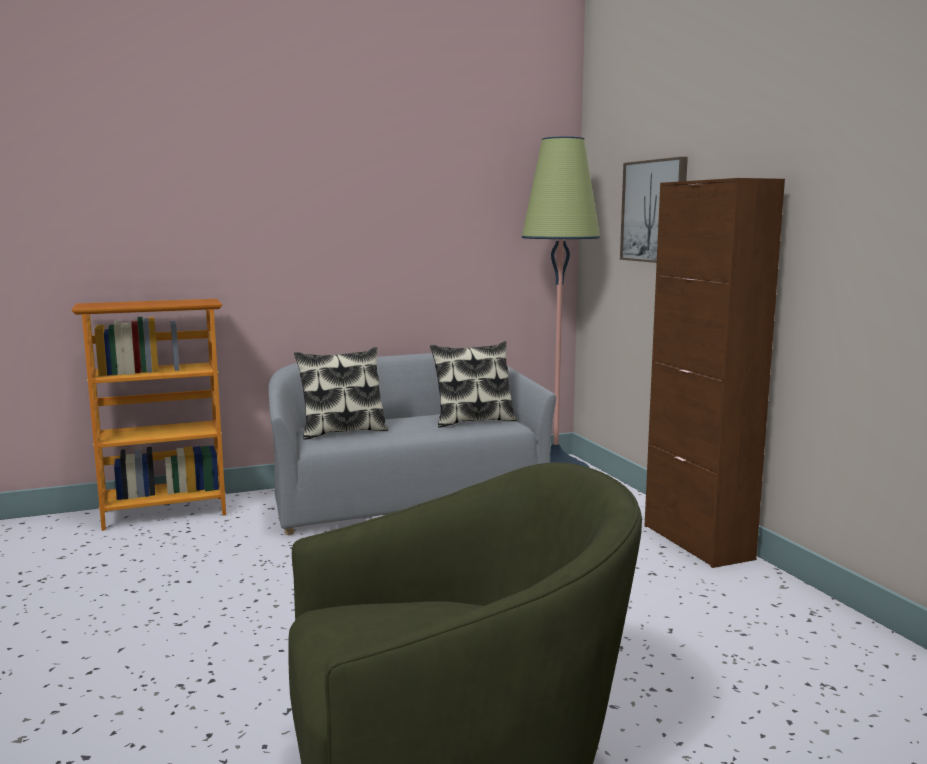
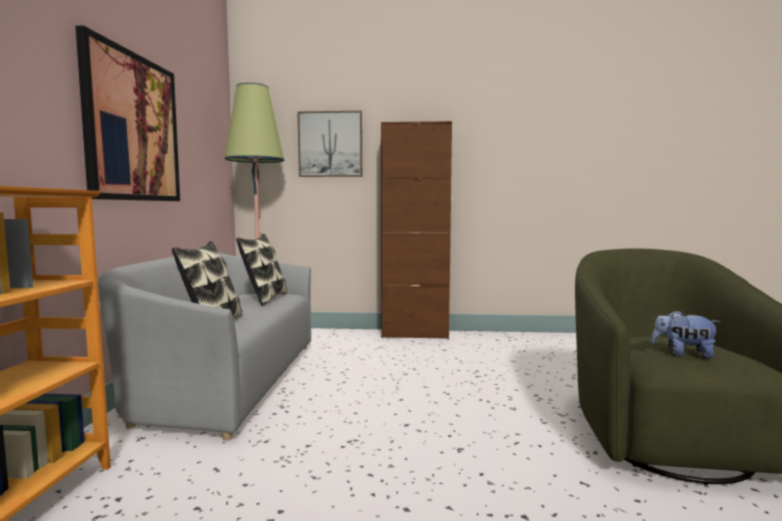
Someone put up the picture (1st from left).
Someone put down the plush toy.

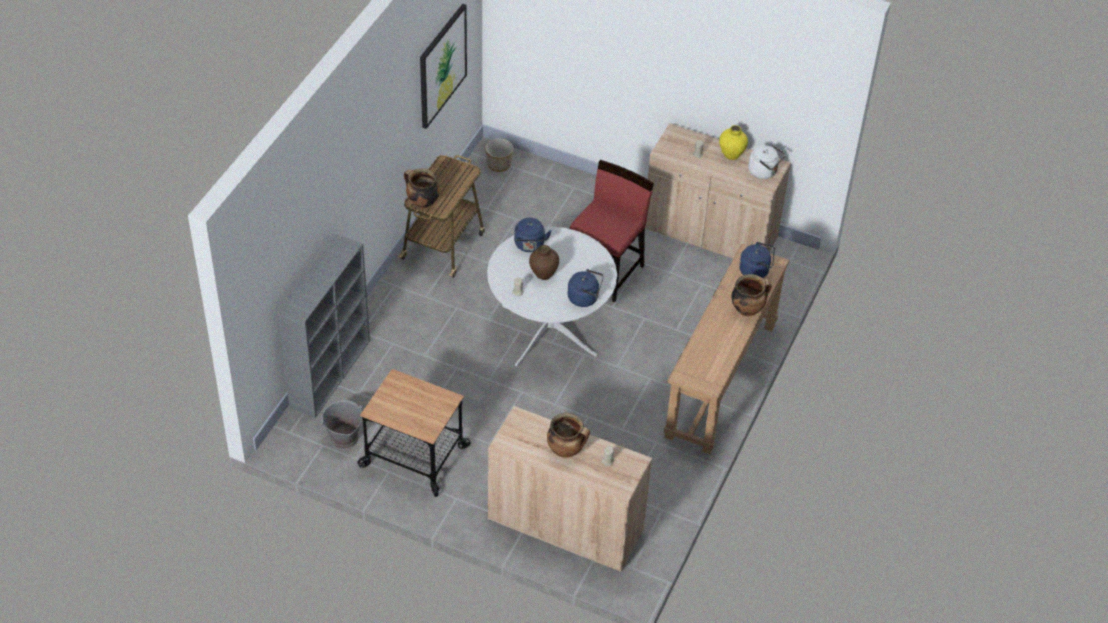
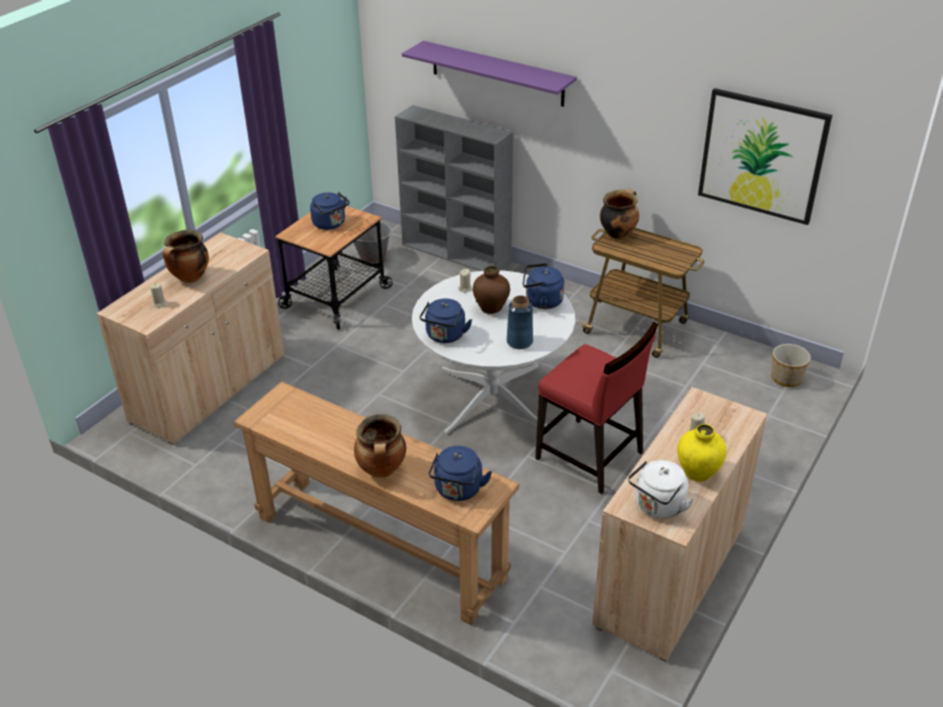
Someone put up the purple shelf.
Someone put down the blue kettle (1st from left).
Someone put down the blue vase.

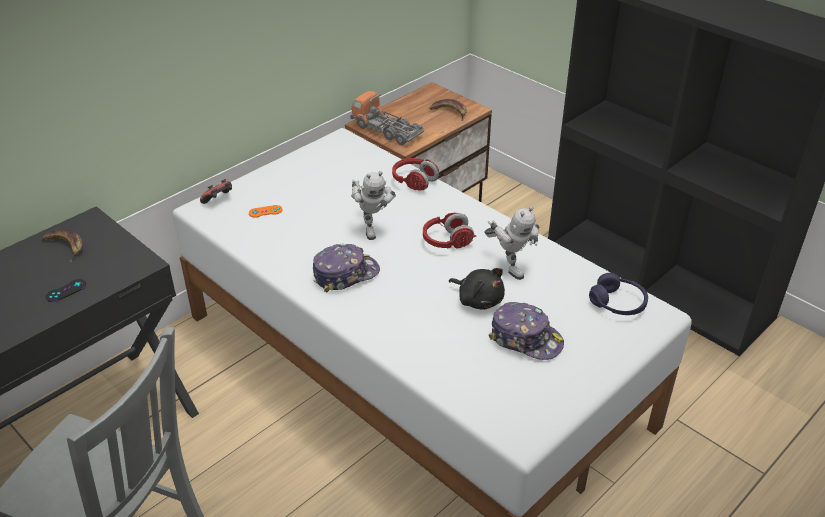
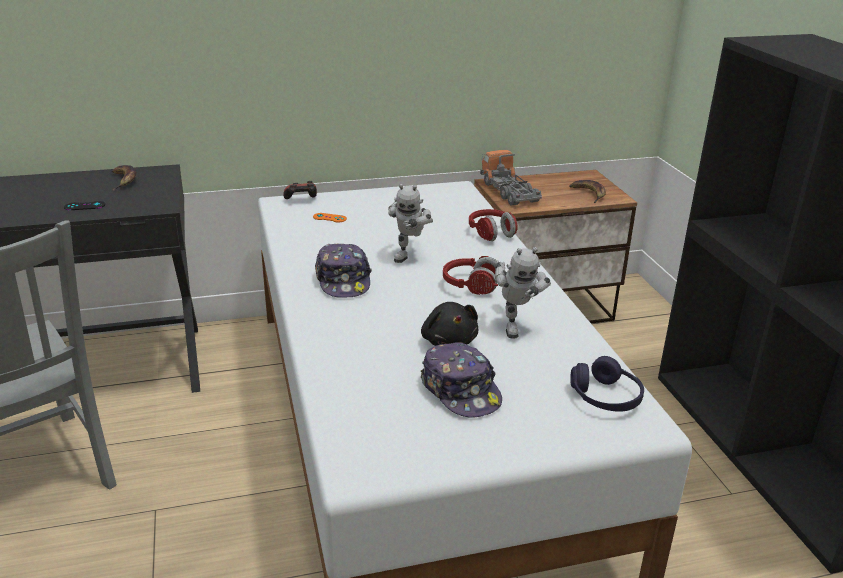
Someone rotated the cap (1st from left) by 75 degrees clockwise.

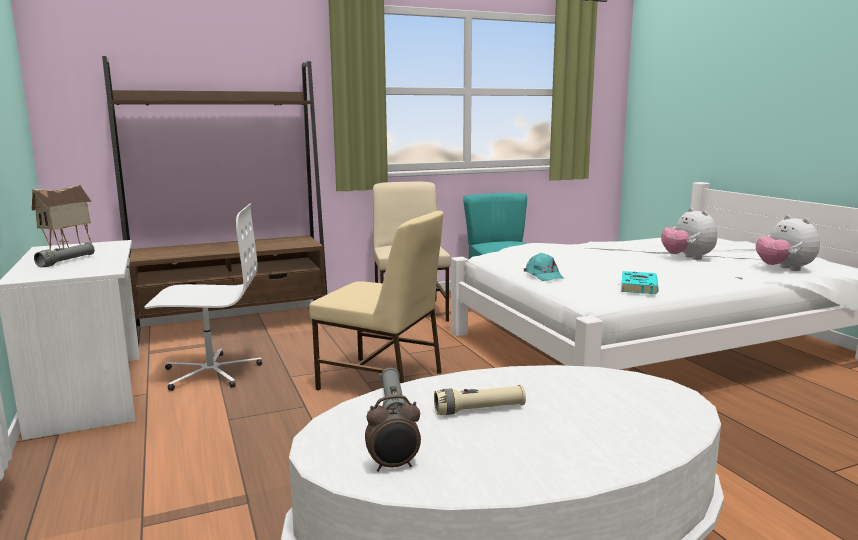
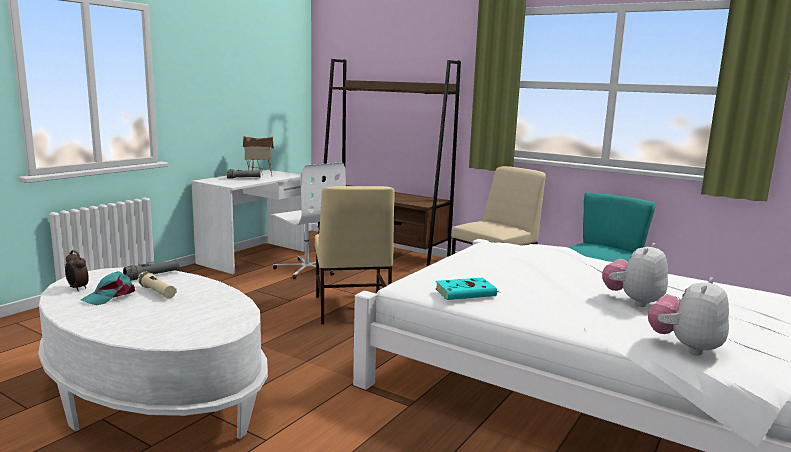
Someone carried the turquoise cap.

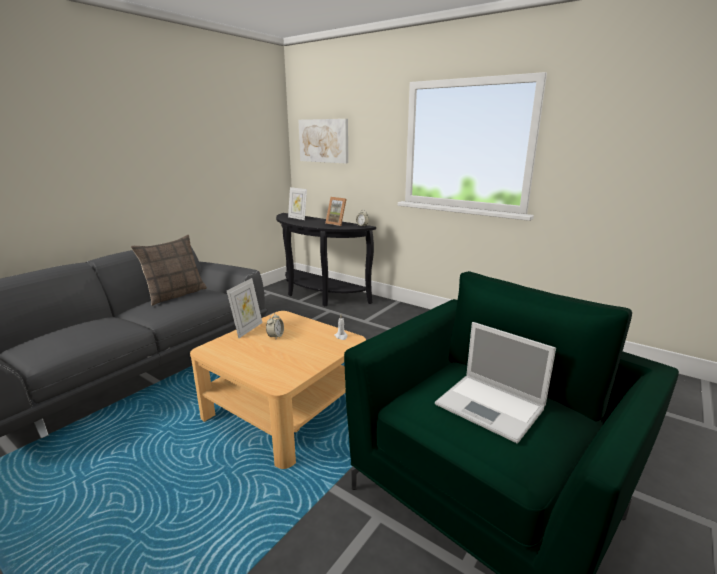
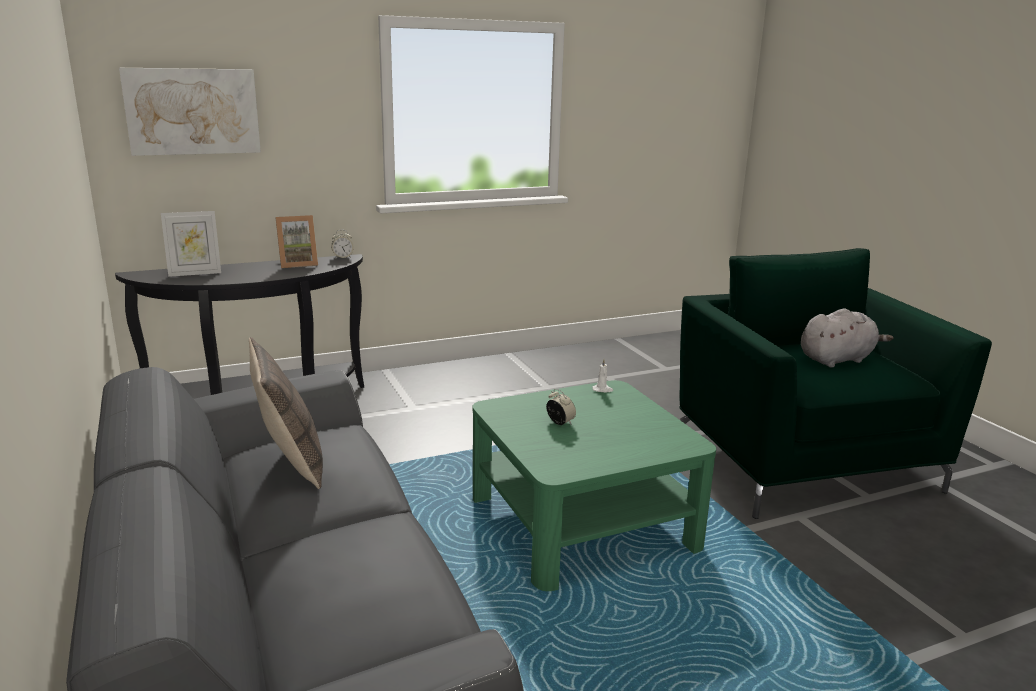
Someone took away the picture frame (1st from left).
Someone repainted the beige coffee table, which became the green coffee table.
Someone swapped the laptop for the grey plush toy.

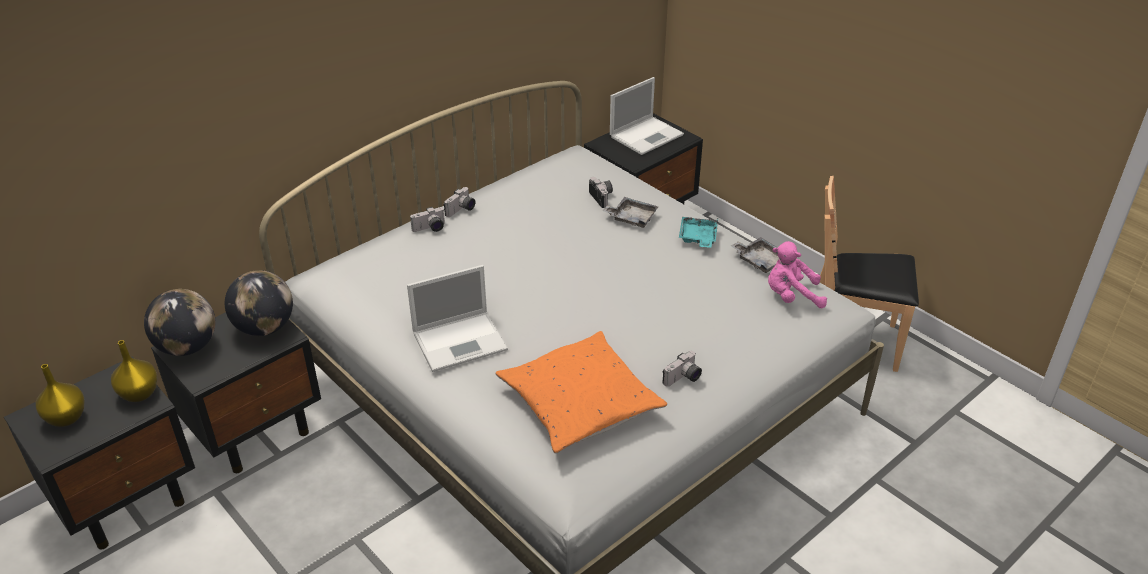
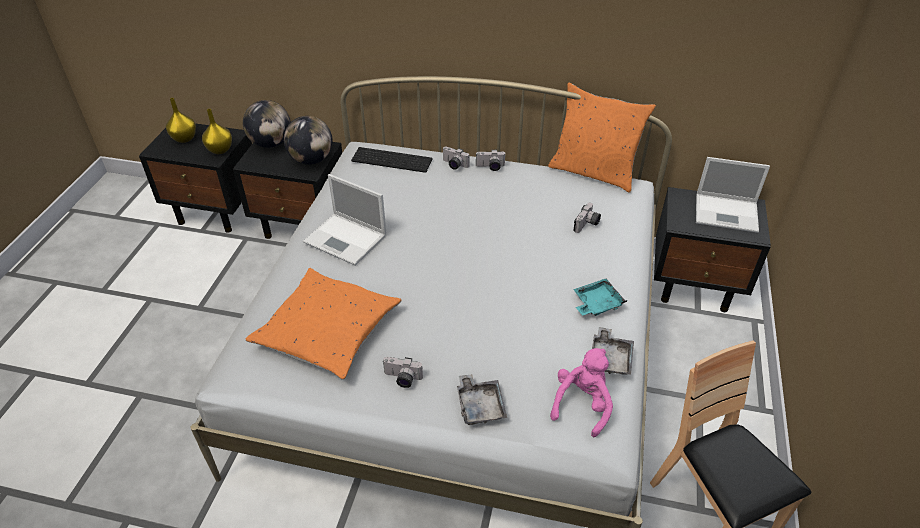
Someone carried the grey tray (1st from left).
Someone rotated the pink plush toy by 60 degrees clockwise.
Someone put down the orange pillow (2nd from left).
Someone put down the keyboard.

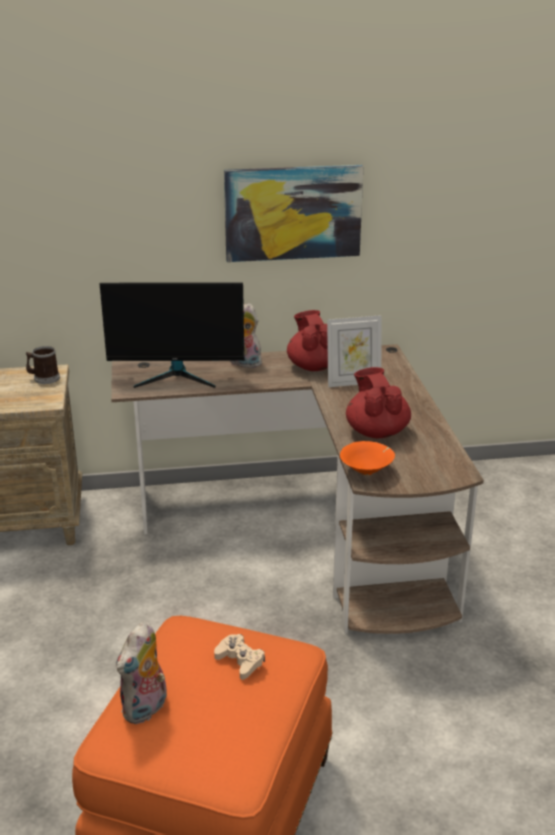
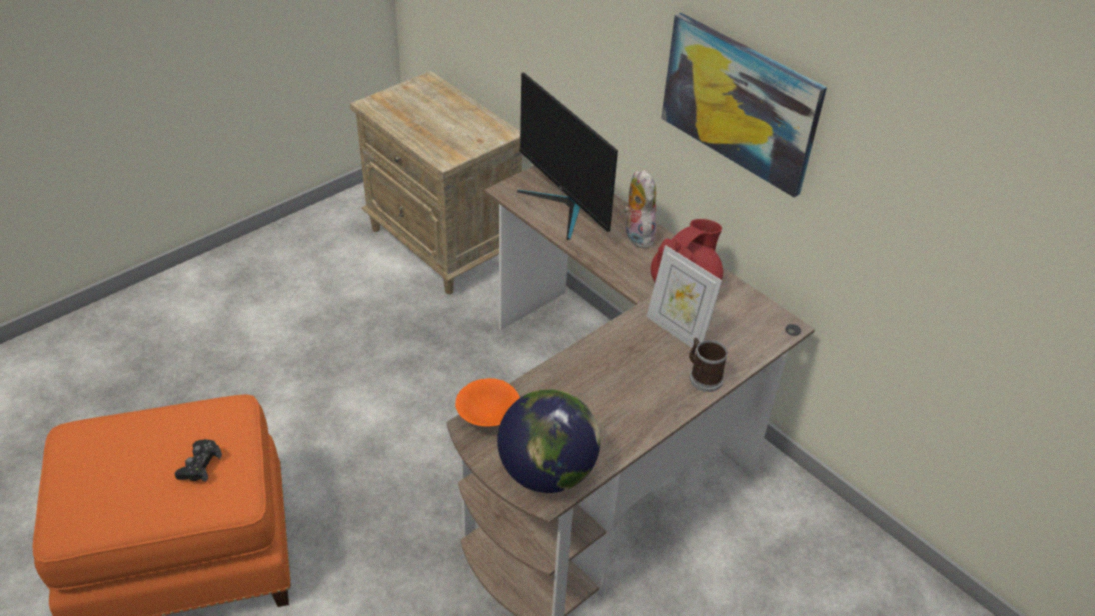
Someone carried the mug.
Someone took away the red teapot (2nd from left).
Someone took away the plush toy (1st from left).
Someone repainted the beige game controller, which became the black game controller.
Someone put down the globe.

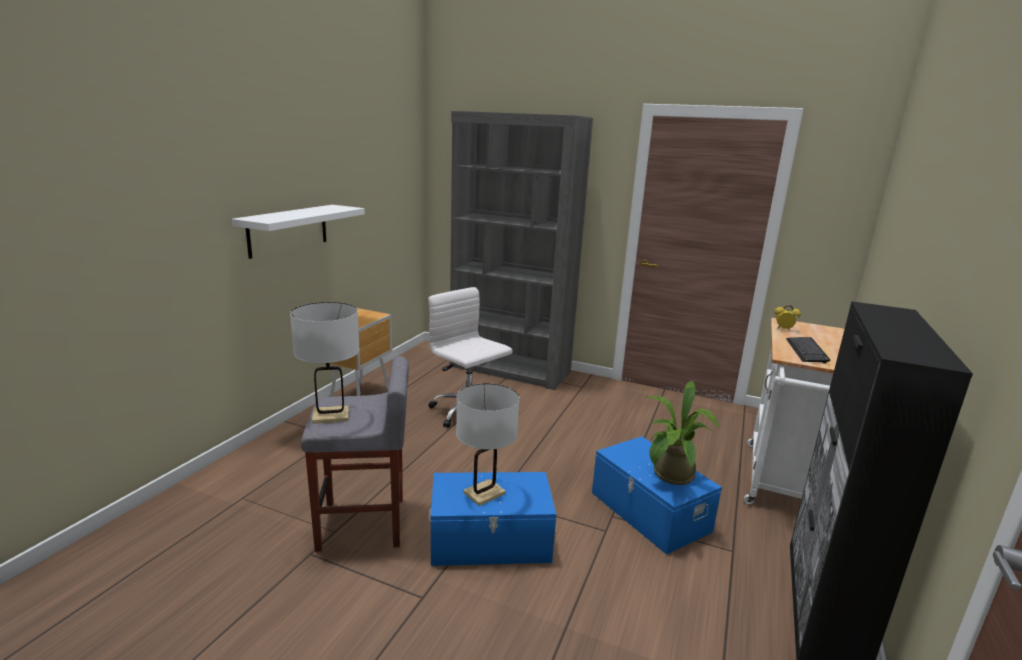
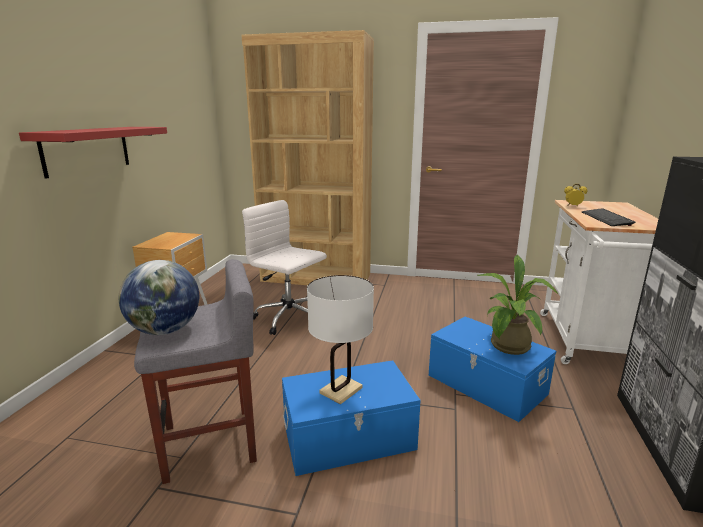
Someone repainted the grey bookcase, which became the brown bookcase.
Someone repainted the white shelf, which became the red shelf.
Someone swapped the white table lamp (1st from left) for the globe.

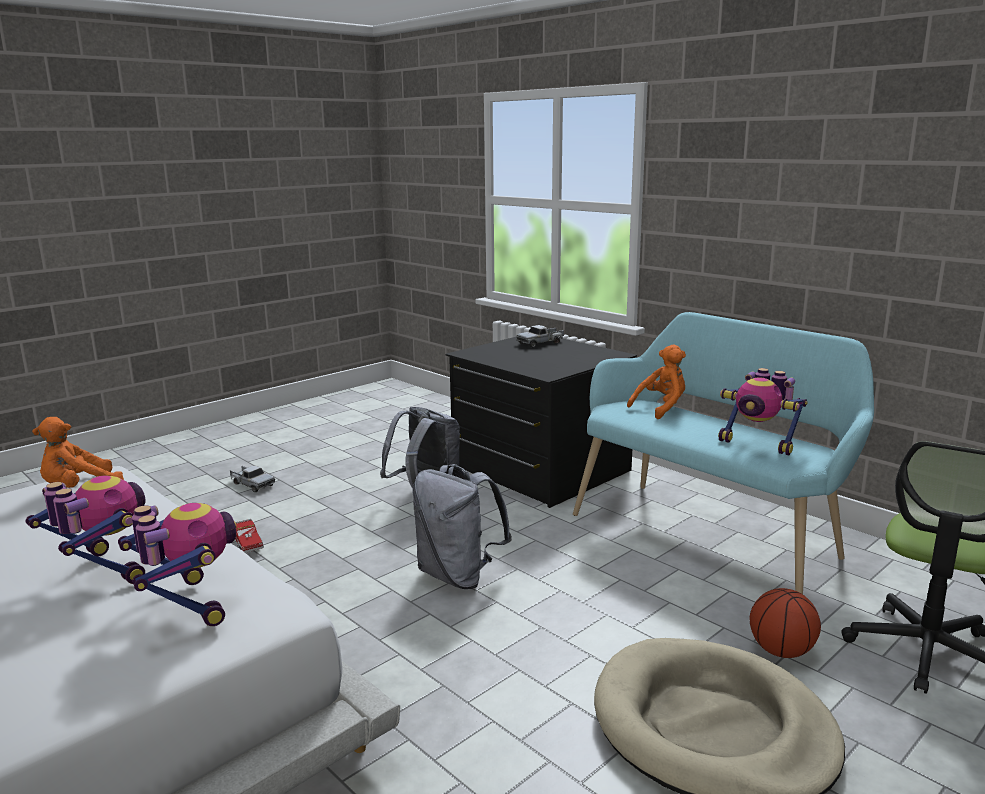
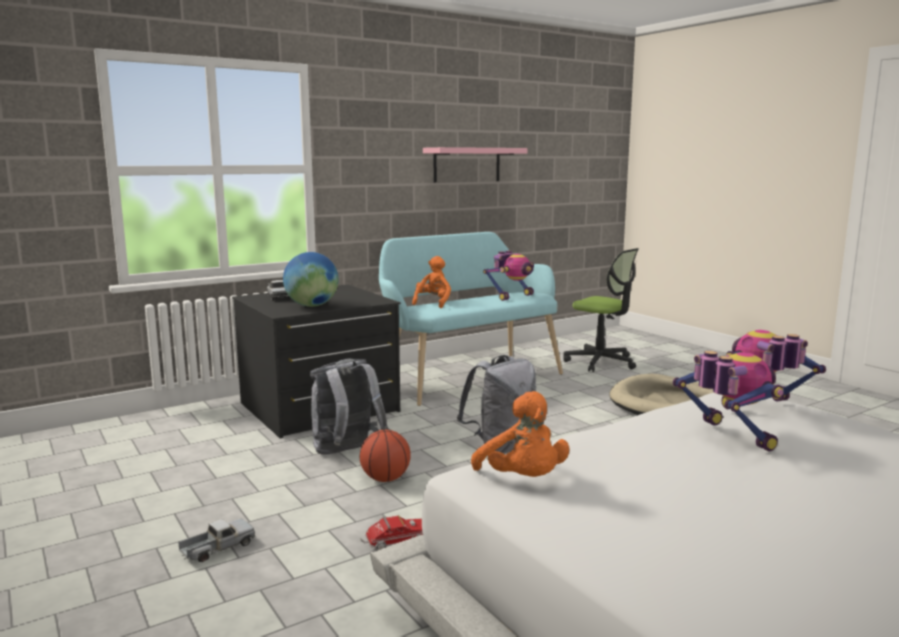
Someone rotated the orange plush toy (2nd from left in the first image) by 45 degrees clockwise.
Someone rotated the toy robot (1st from left in the first image) by 105 degrees clockwise.
Someone carried the basketball.
Someone put up the pink shelf.
Someone put down the globe.

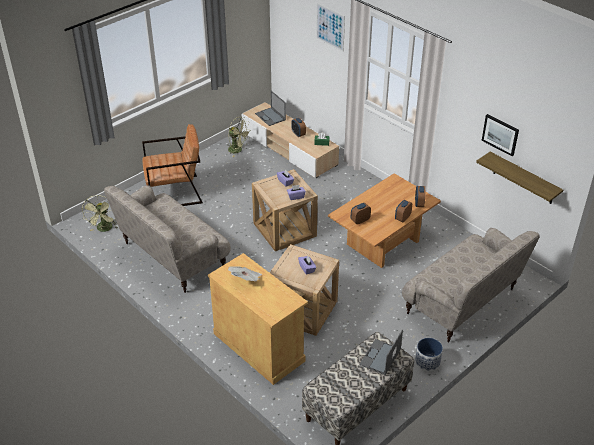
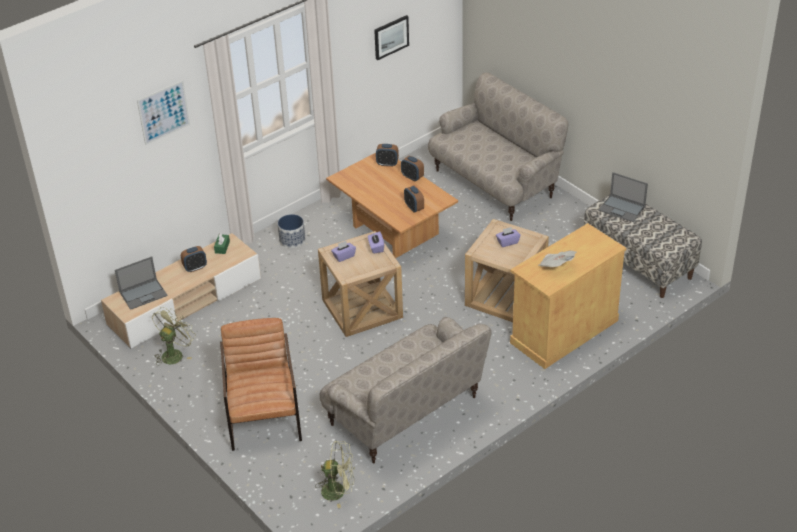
Someone took away the shelf.
Someone carried the planter.

